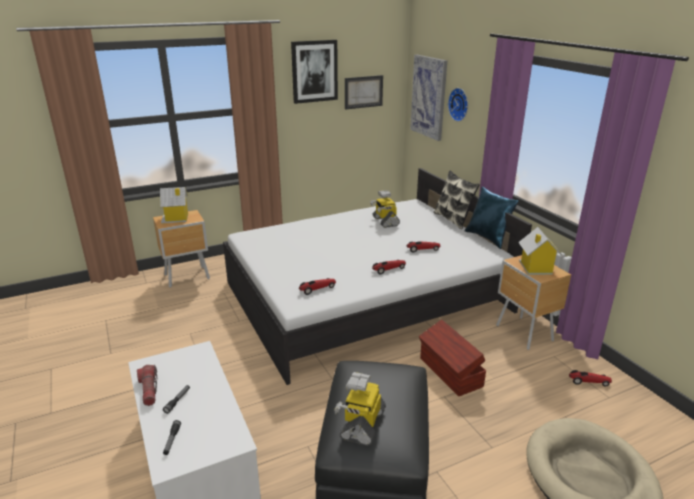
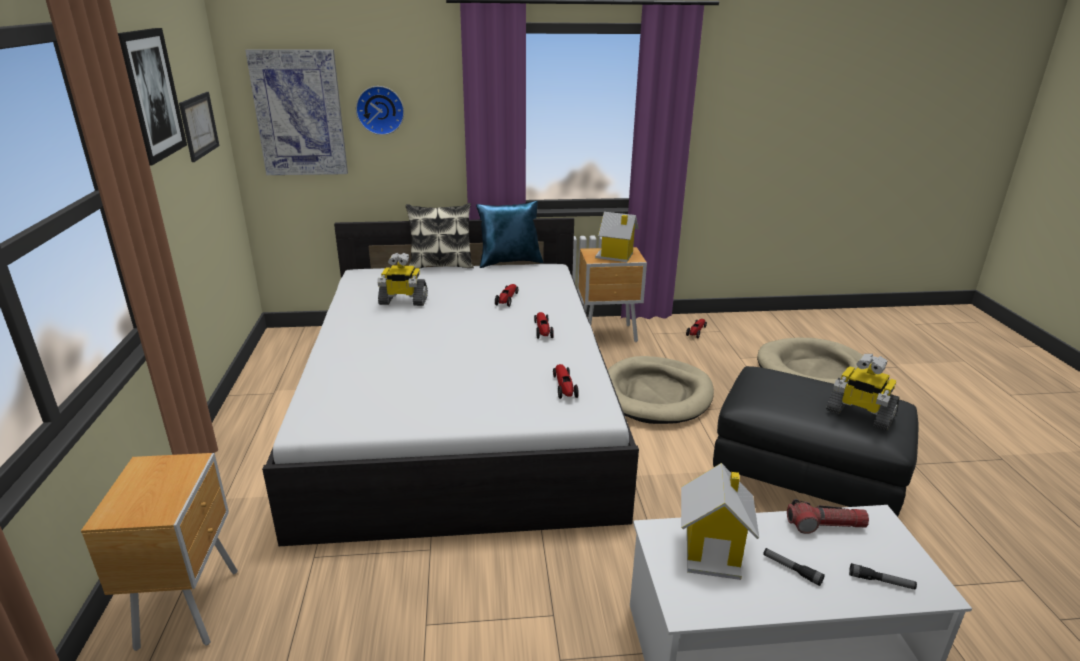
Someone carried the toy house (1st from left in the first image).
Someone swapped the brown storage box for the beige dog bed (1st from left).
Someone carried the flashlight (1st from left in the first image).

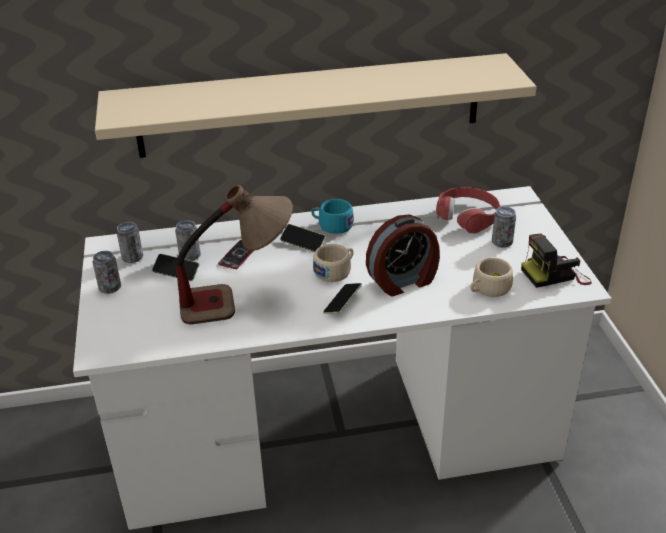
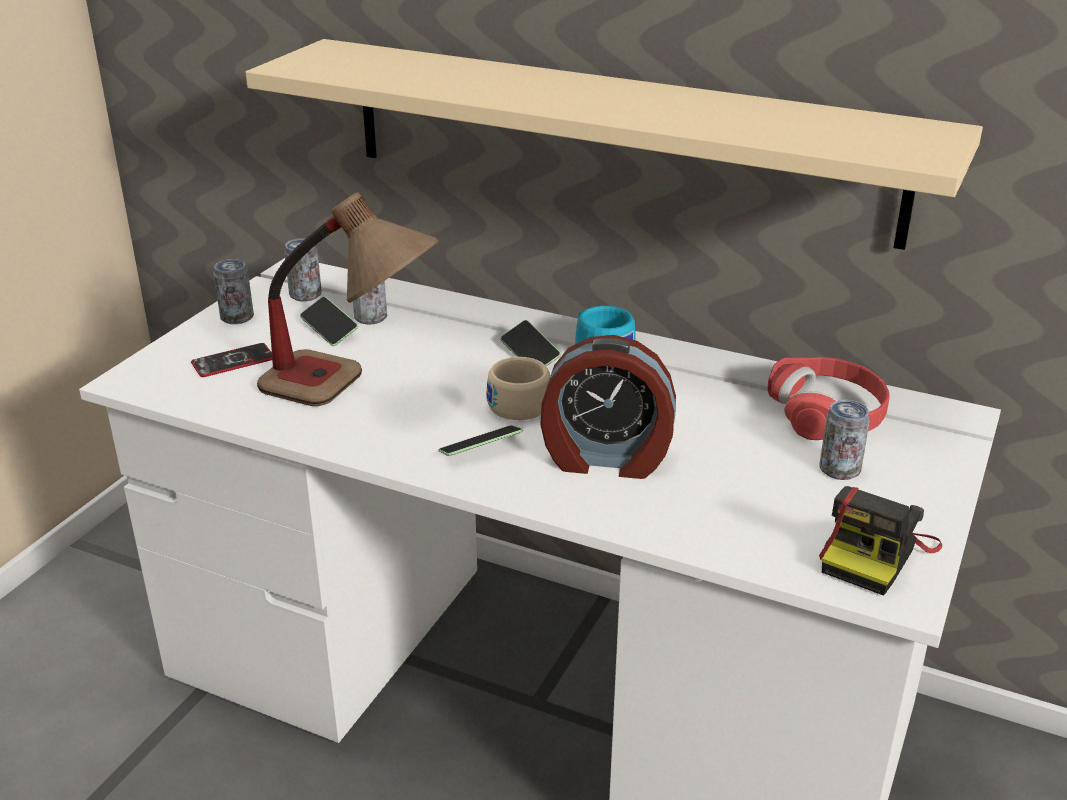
Someone rotated the photo camera by 75 degrees counterclockwise.
Someone carried the phone (2nd from left in the first image).
Someone took away the beige cup (2nd from left).

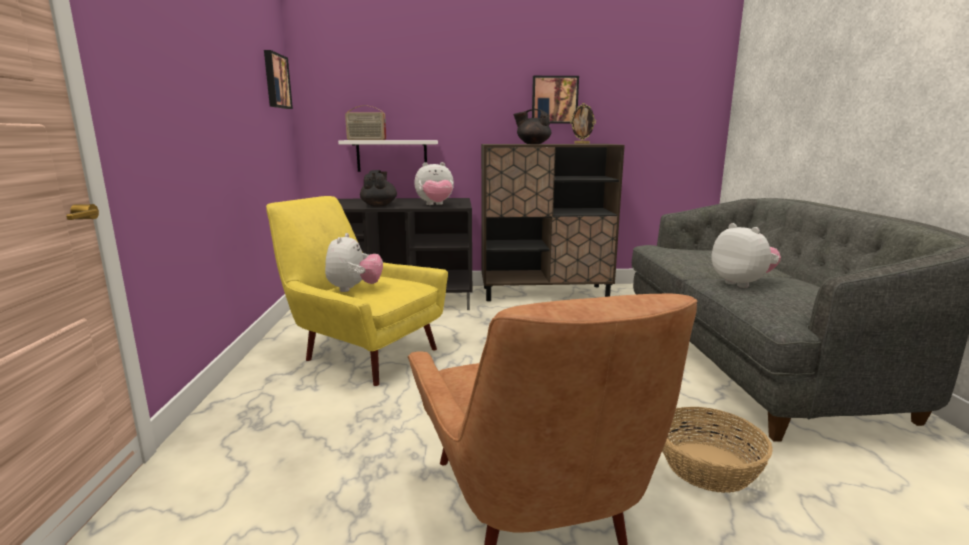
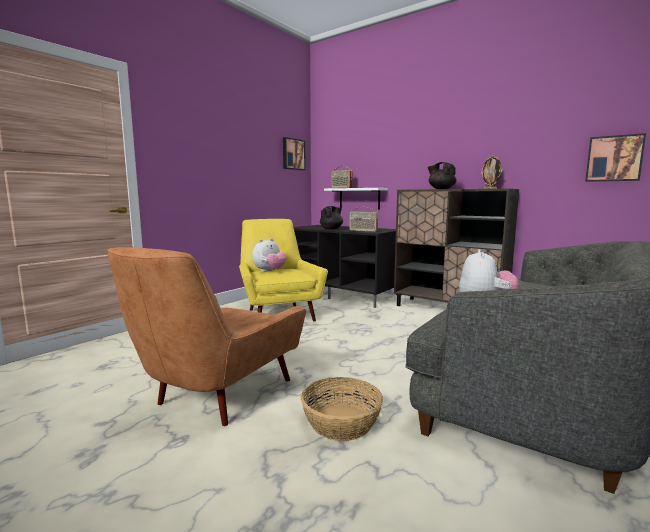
Someone carried the picture (2nd from left).
Someone swapped the plush toy (2nd from left) for the radio (2nd from left).

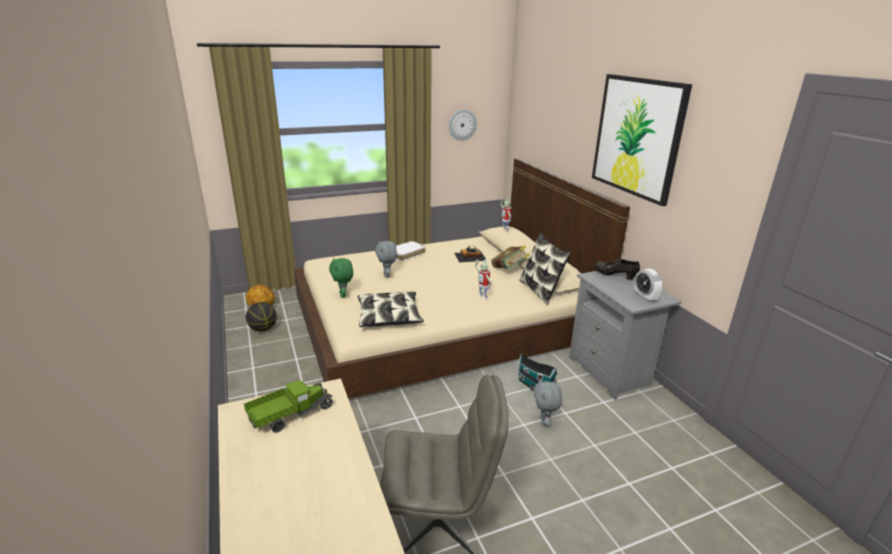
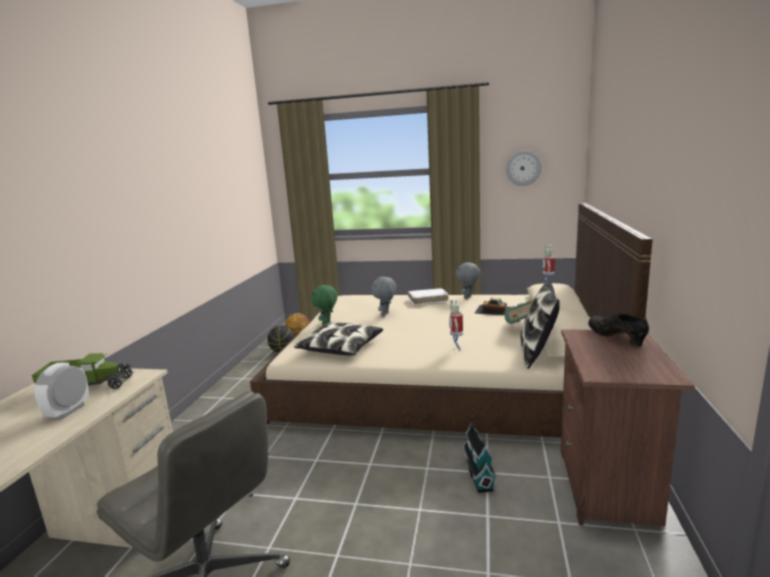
Someone took away the picture.
Someone carried the alarm clock.
Someone repainted the grey nightstand, which became the brown nightstand.
Someone carried the grey plush toy (2nd from left).

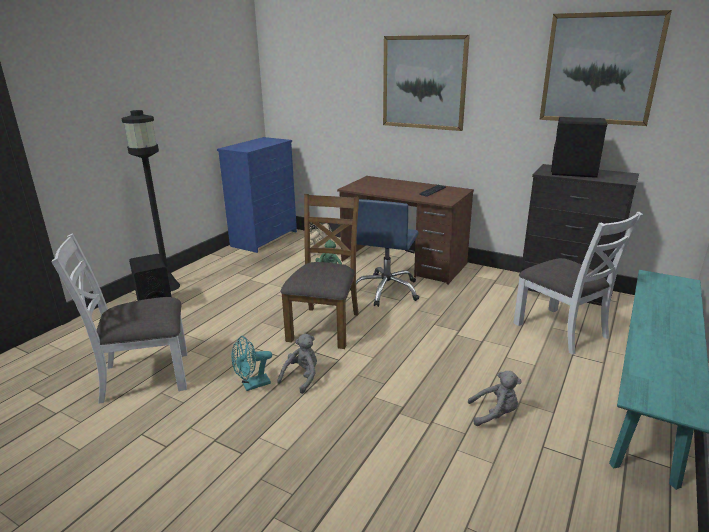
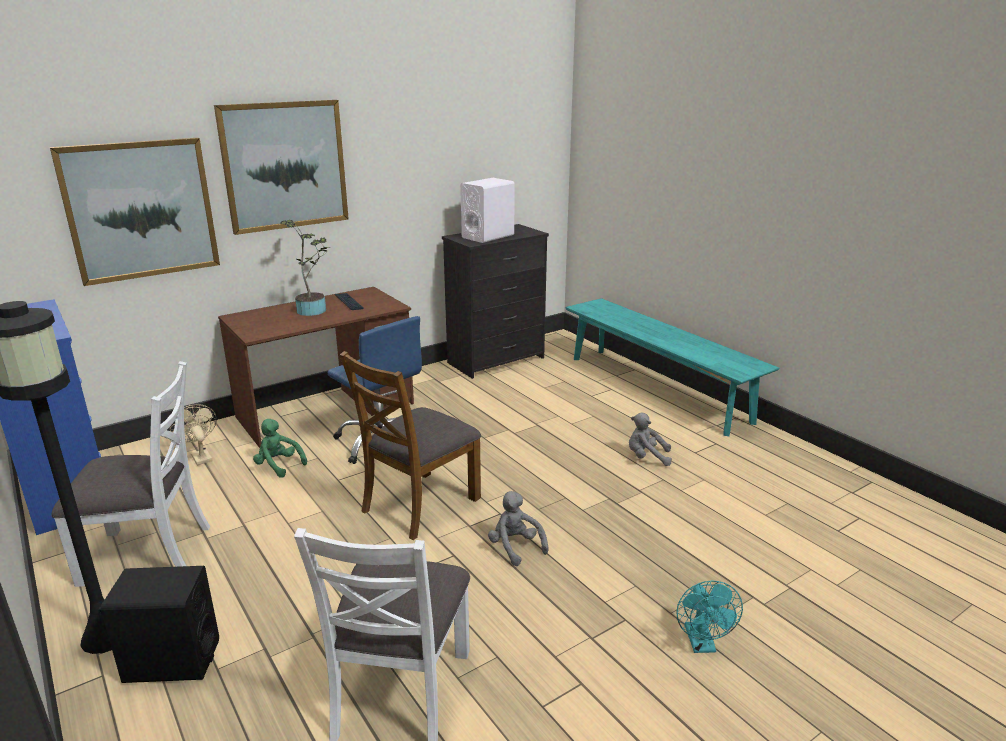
Someone carried the picture (2nd from left in the first image).
Someone repainted the black speaker (2nd from left), which became the white speaker.
Someone rotated the brown chair by 90 degrees counterclockwise.
Someone carried the white chair (2nd from left in the first image).
Someone carried the turquoise fan.
Someone rotated the grey plush toy (2nd from left) by 105 degrees counterclockwise.
Someone put down the potted plant.

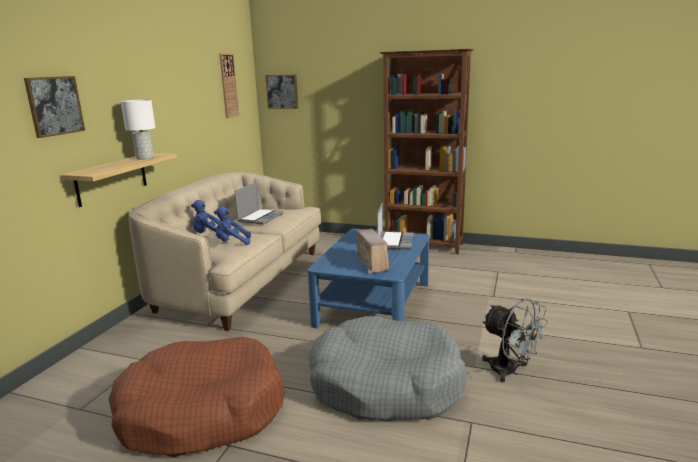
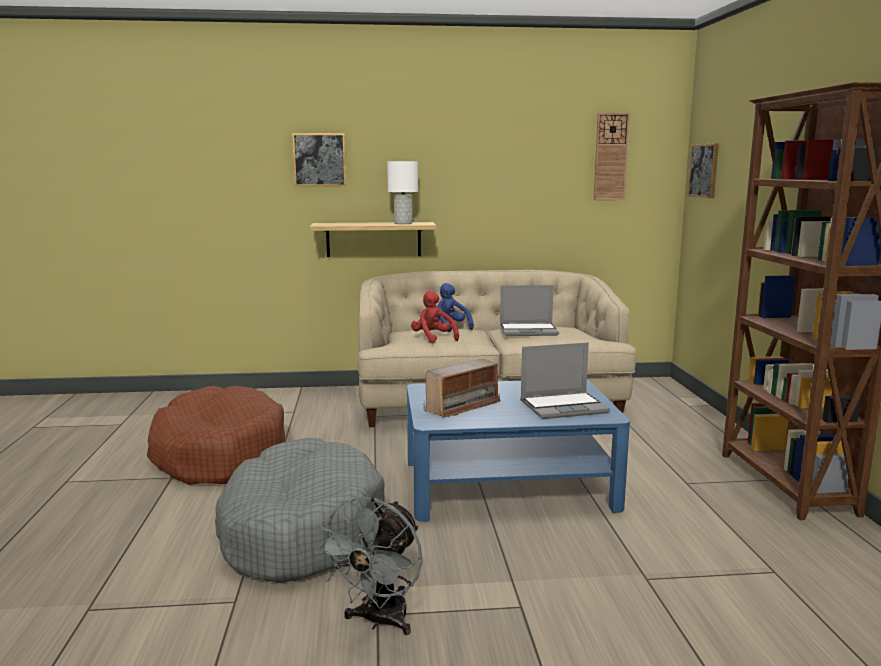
Someone repainted the blue plush toy (2nd from left), which became the red plush toy.

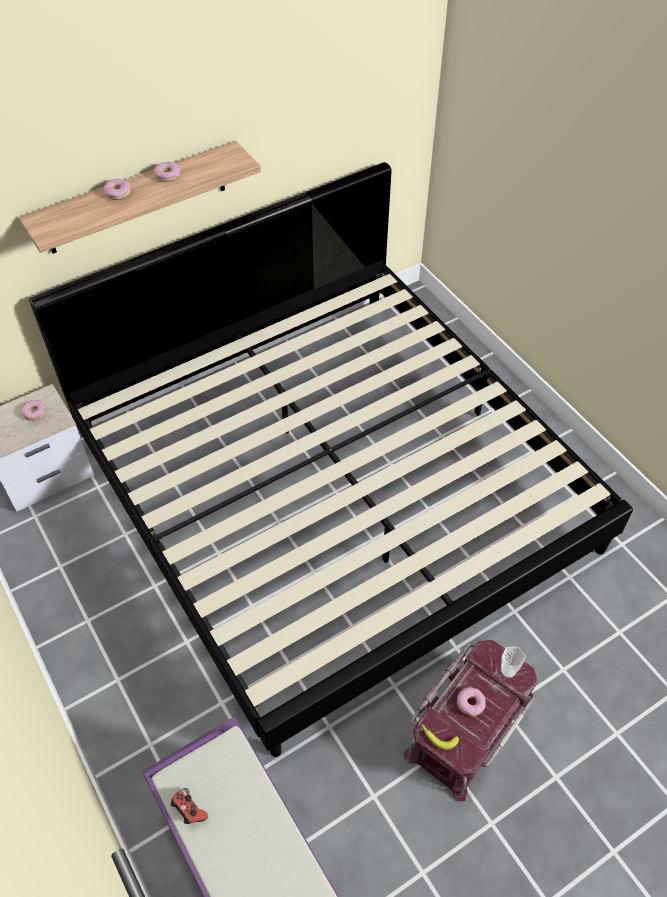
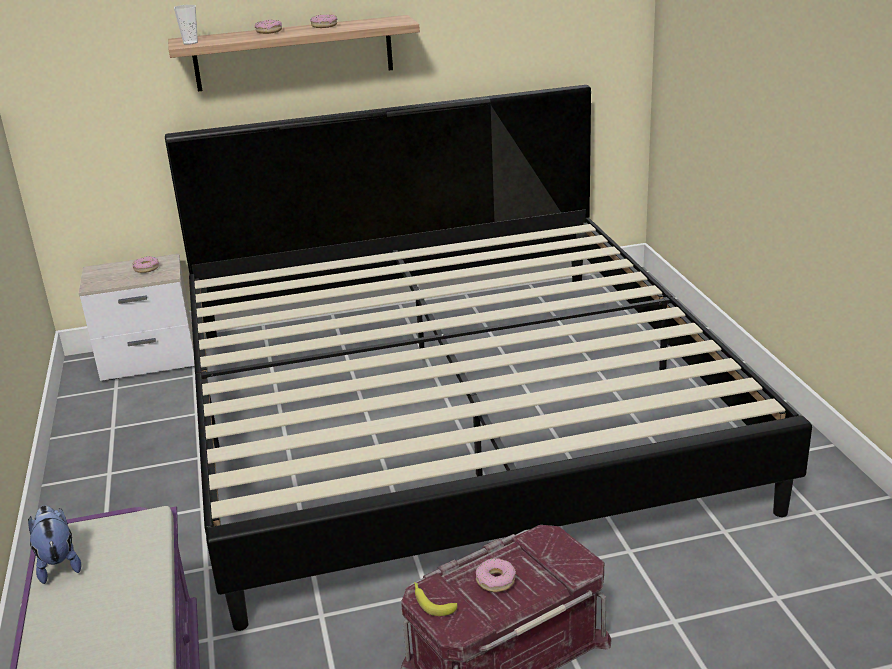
Someone carried the cup.
Someone swapped the game controller for the plush toy.

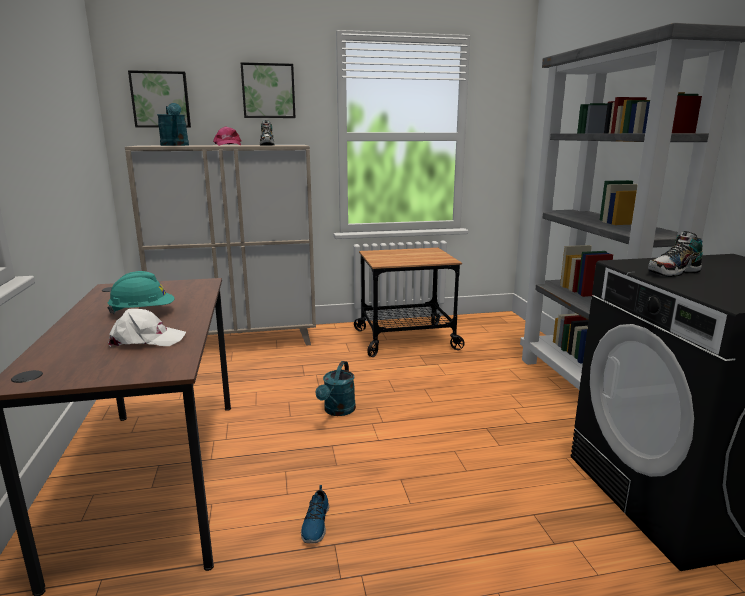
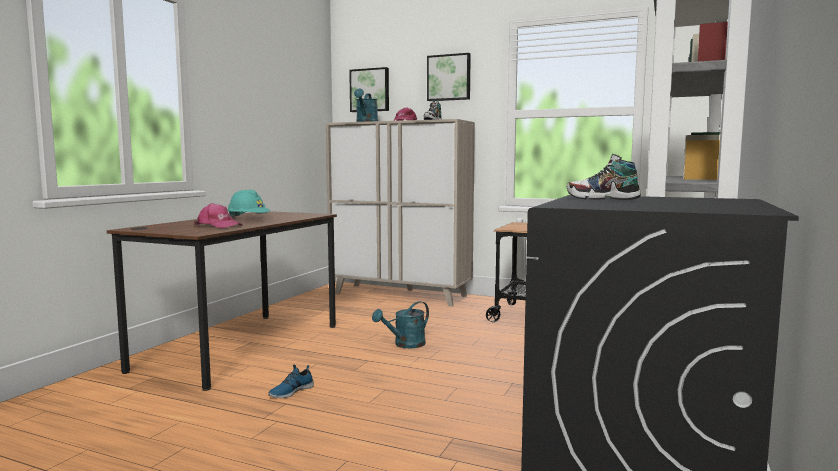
Someone repainted the white cap, which became the pink cap (1st from left).

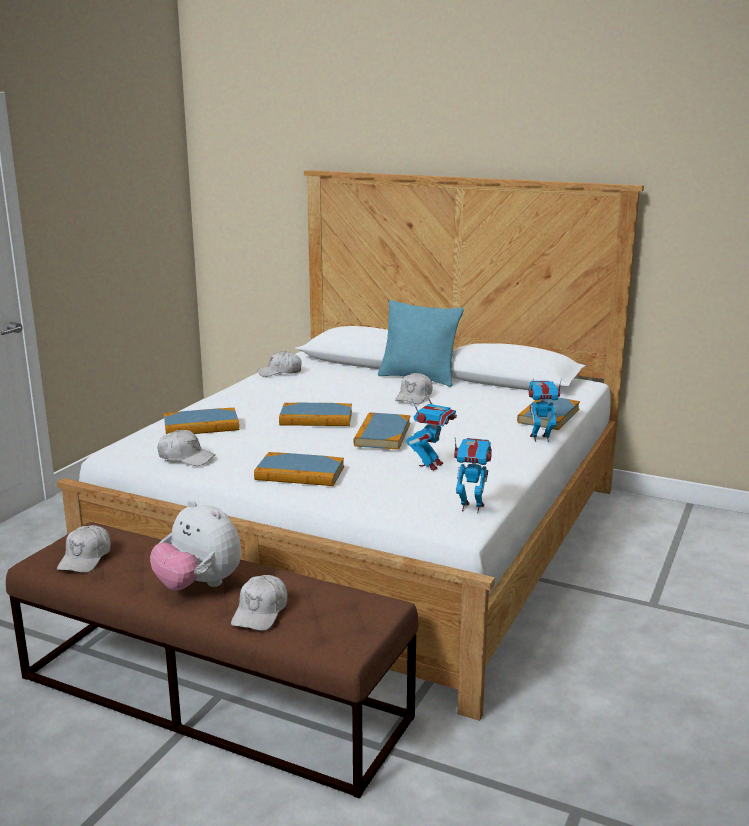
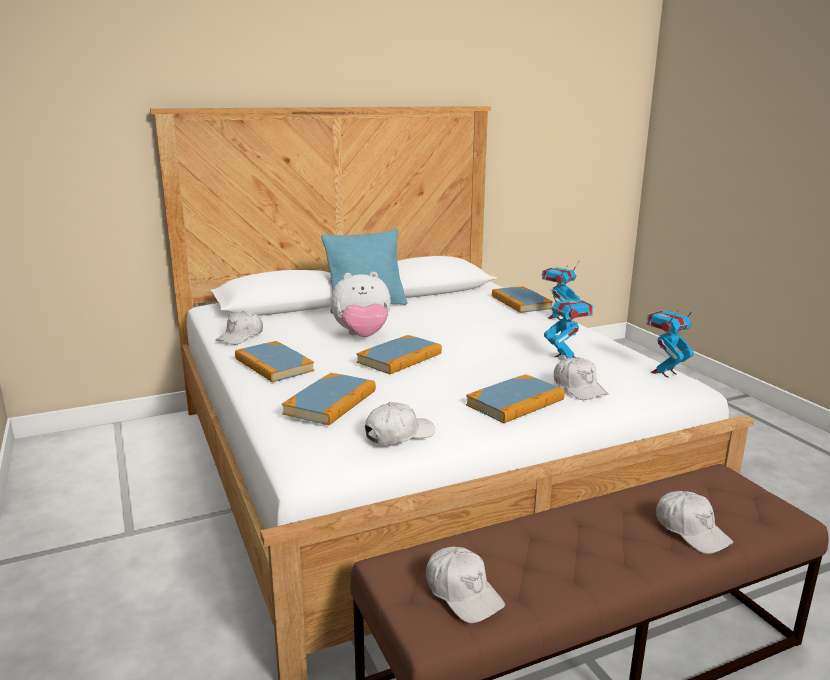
Someone carried the white cap (5th from left in the first image).
Someone carried the book (4th from left in the first image).
Someone carried the plush toy.

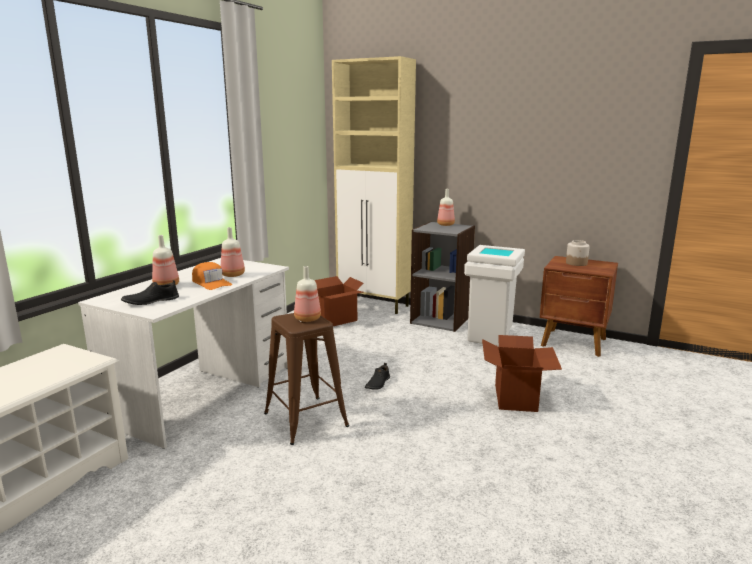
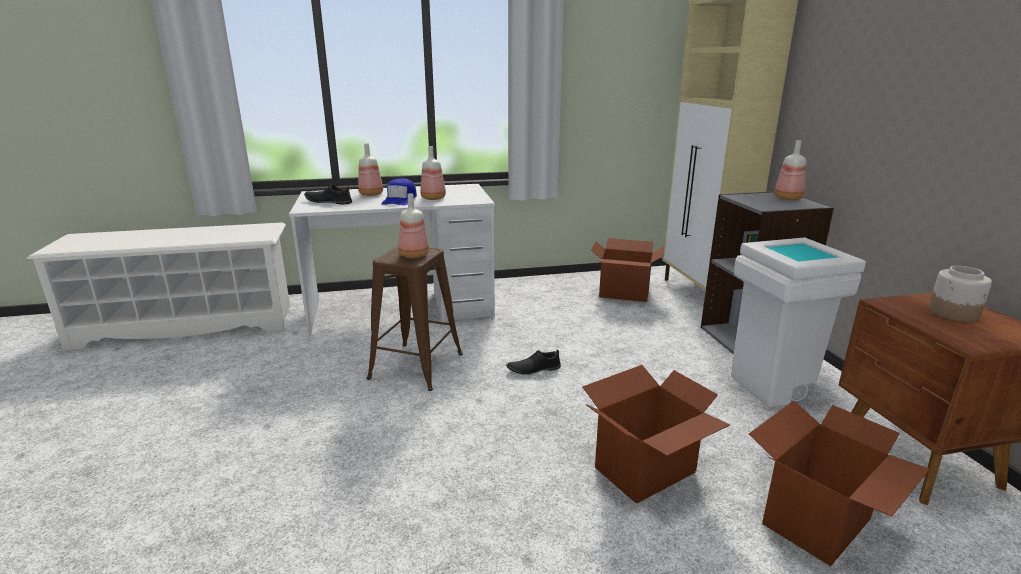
Someone repainted the orange cap, which became the blue cap.
Someone put down the cardboard box (3rd from left).

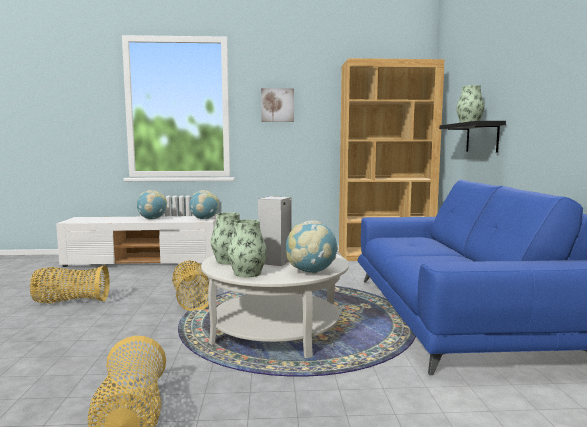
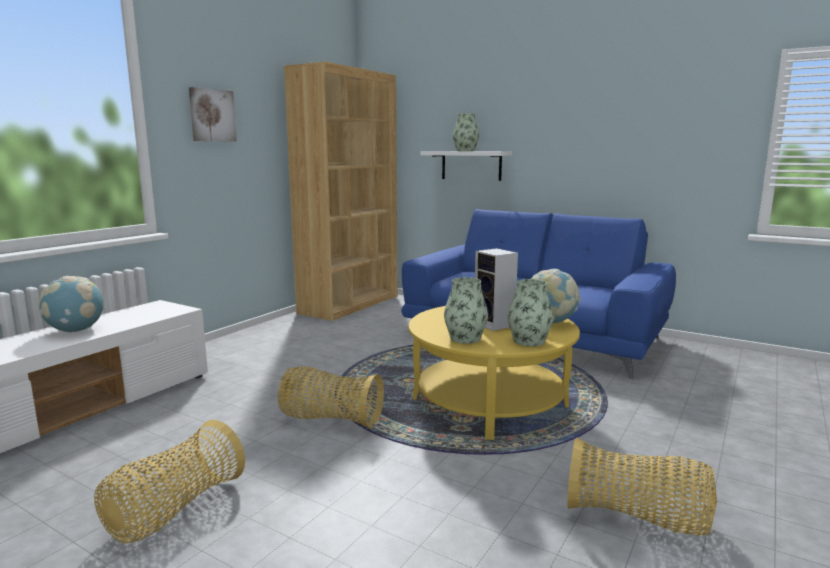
Someone repainted the black shelf, which became the white shelf.
Someone took away the globe (2nd from left).
Someone repainted the white coffee table, which became the yellow coffee table.

